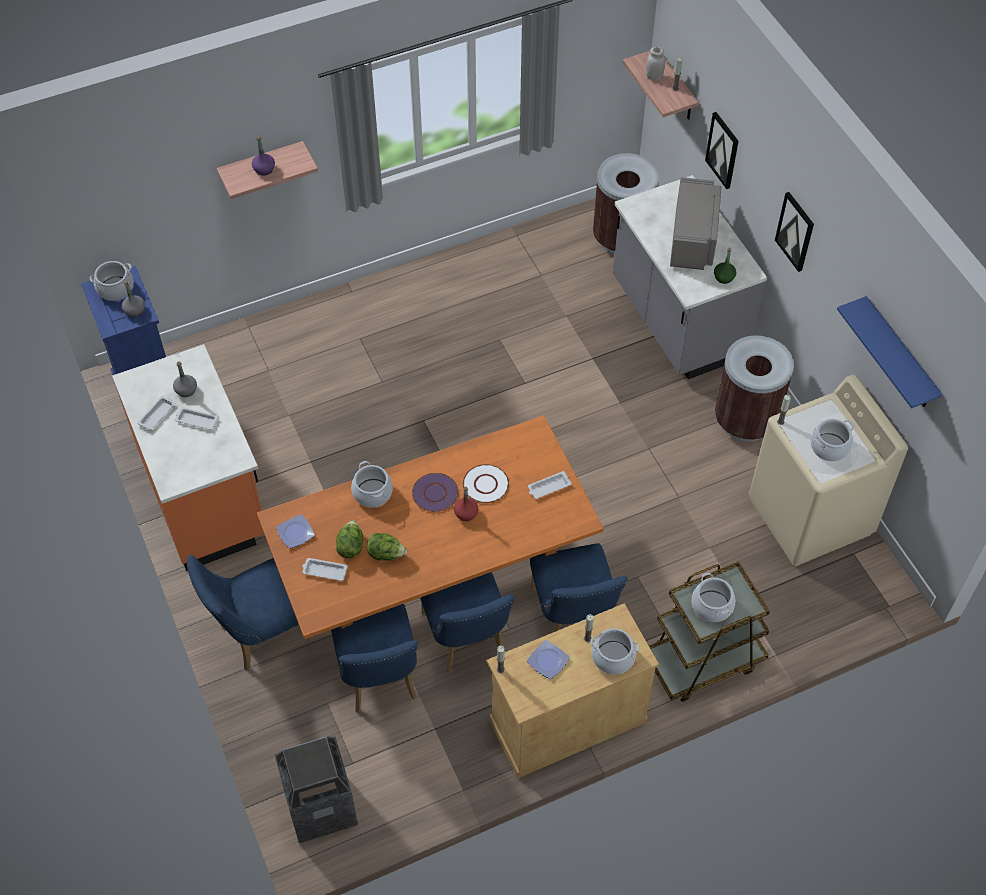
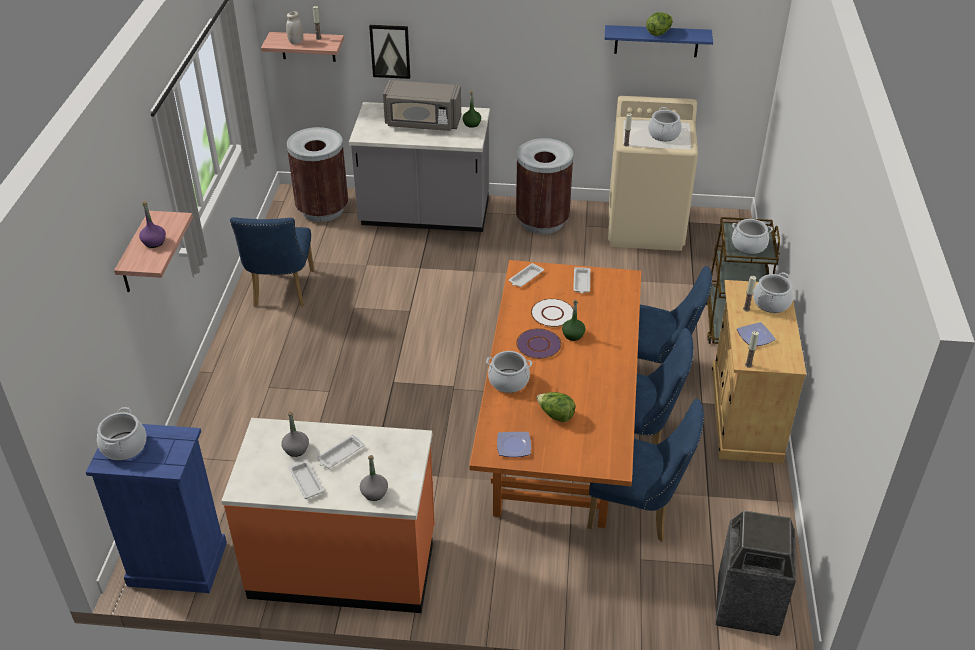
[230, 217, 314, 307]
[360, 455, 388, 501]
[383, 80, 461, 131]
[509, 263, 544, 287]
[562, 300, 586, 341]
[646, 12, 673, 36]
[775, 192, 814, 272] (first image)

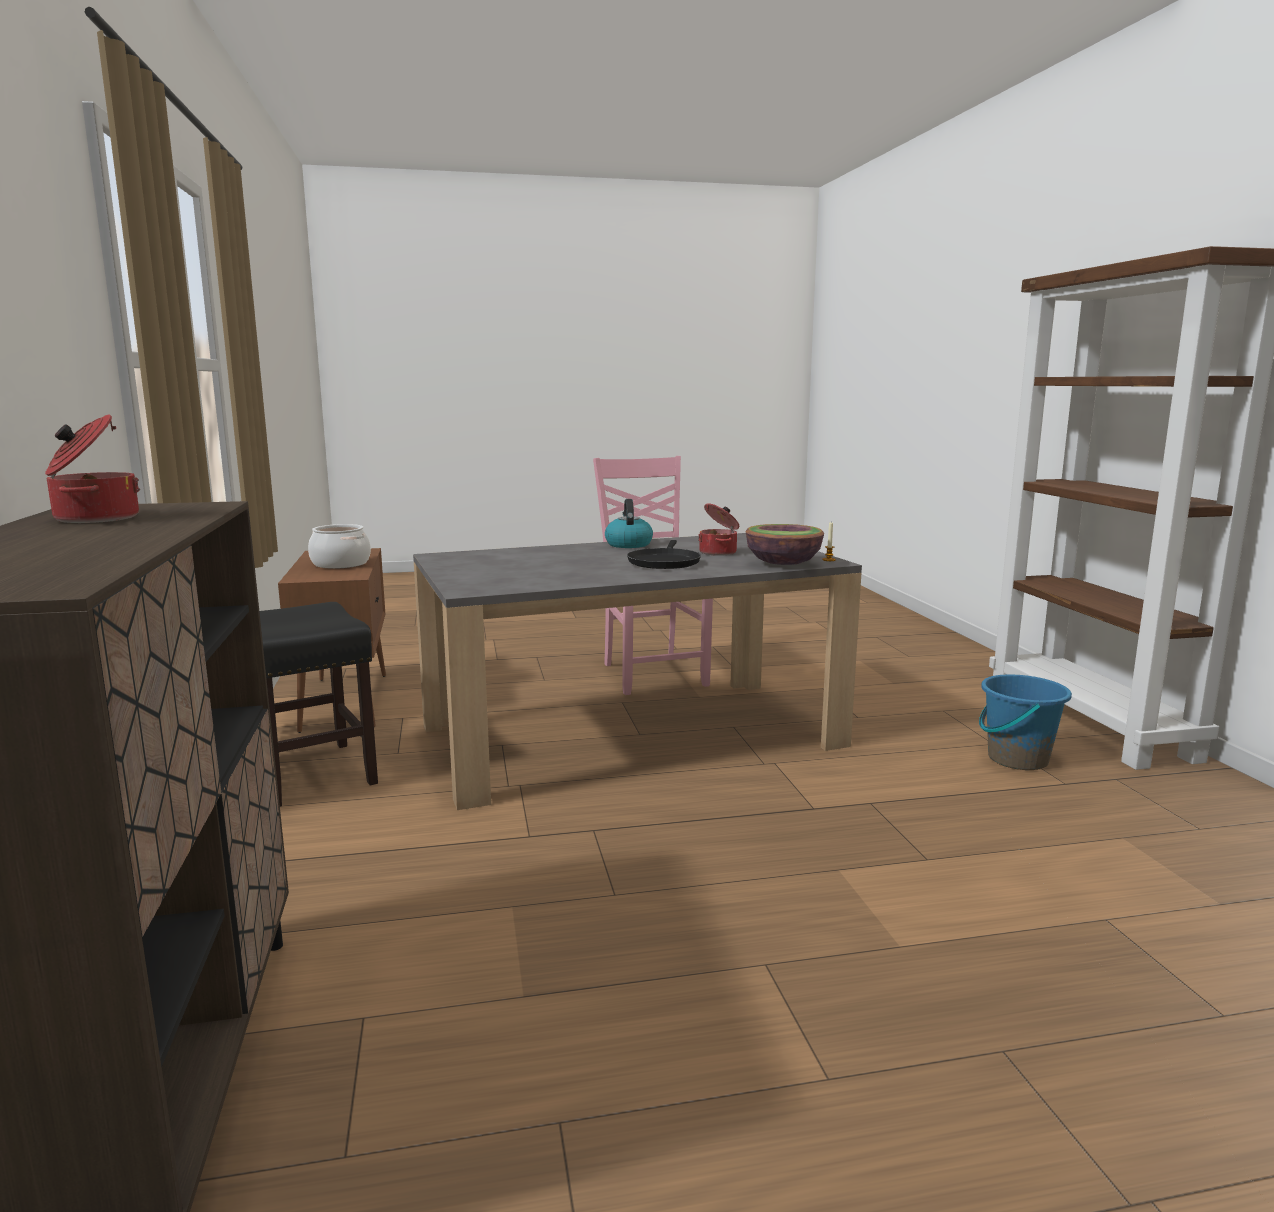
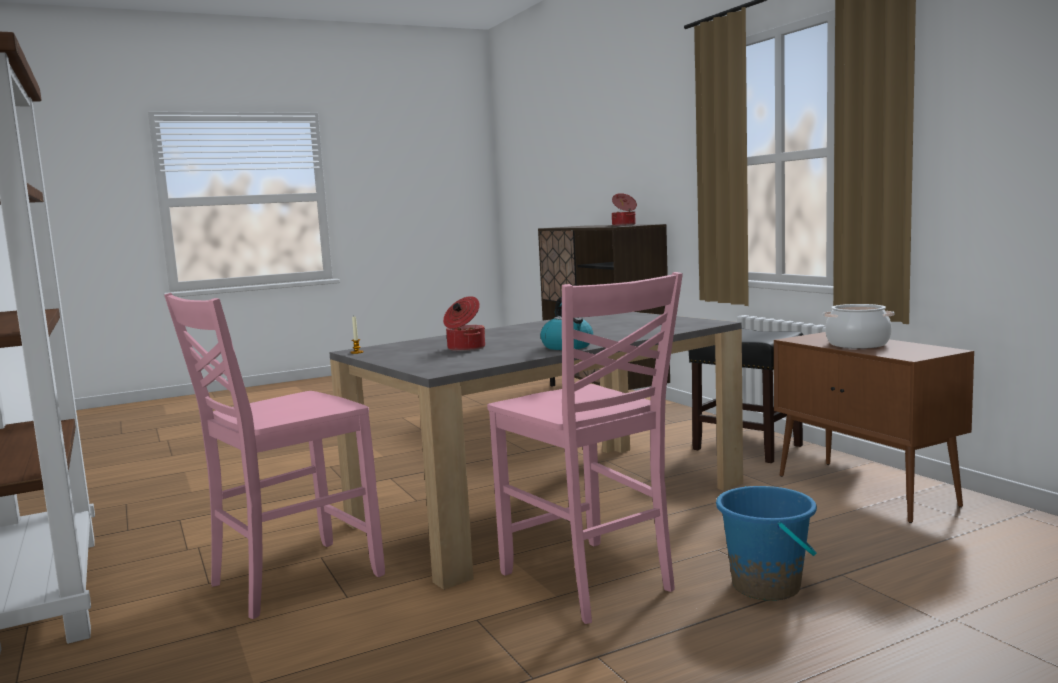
[164, 293, 385, 619]
[716, 486, 817, 601]
[627, 540, 701, 569] (first image)
[746, 524, 824, 565] (first image)

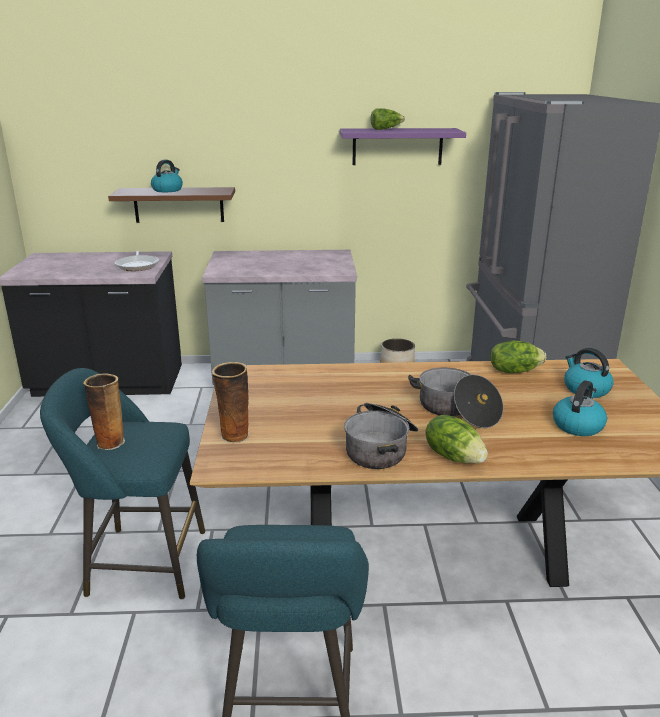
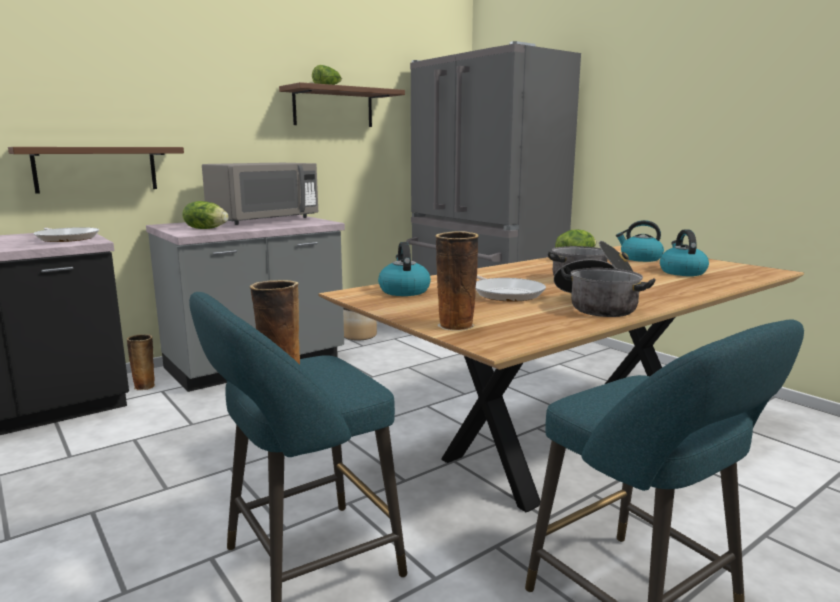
[127, 334, 156, 391]
[182, 201, 229, 229]
[202, 163, 318, 225]
[279, 82, 405, 127]
[378, 242, 431, 296]
[476, 275, 546, 302]

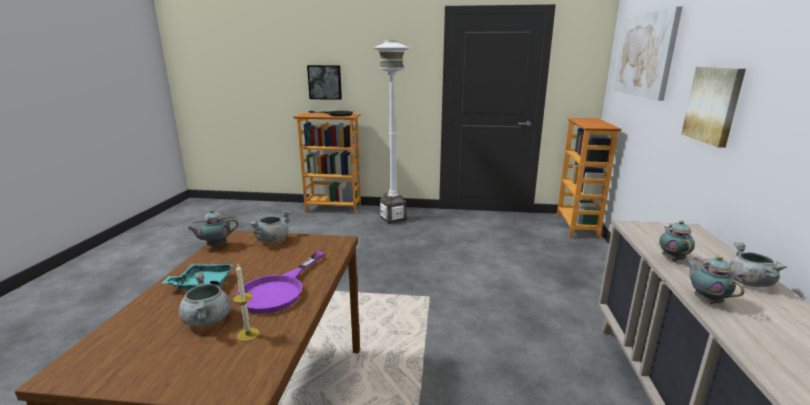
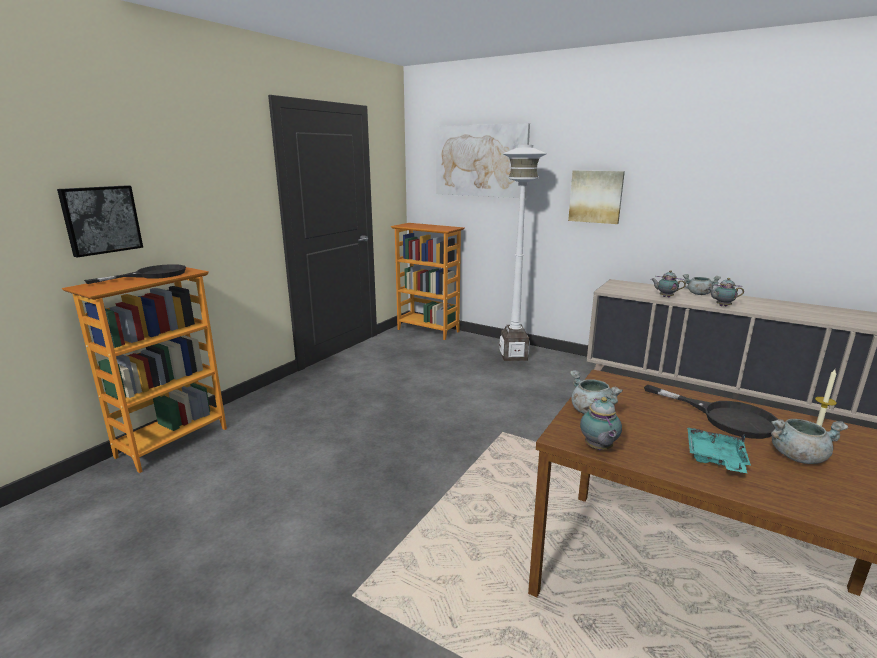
[499, 145, 547, 361]
[644, 385, 778, 439]

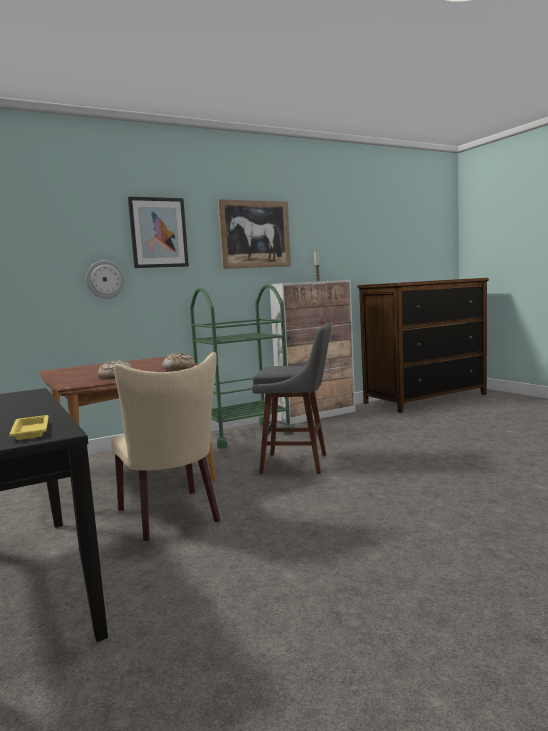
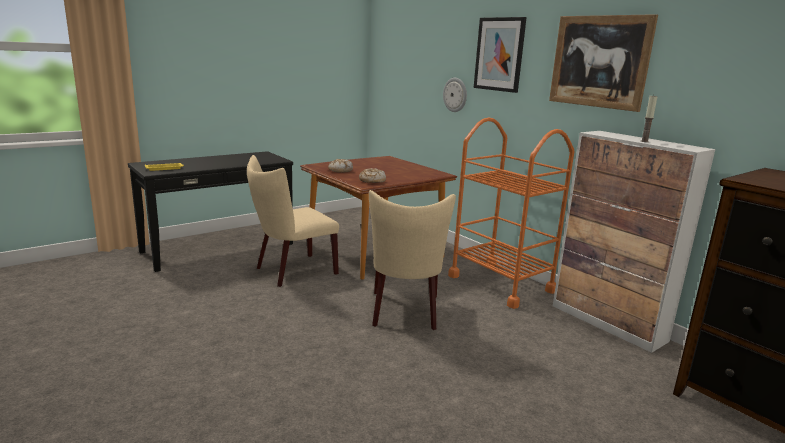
[369, 190, 456, 330]
[448, 117, 574, 309]

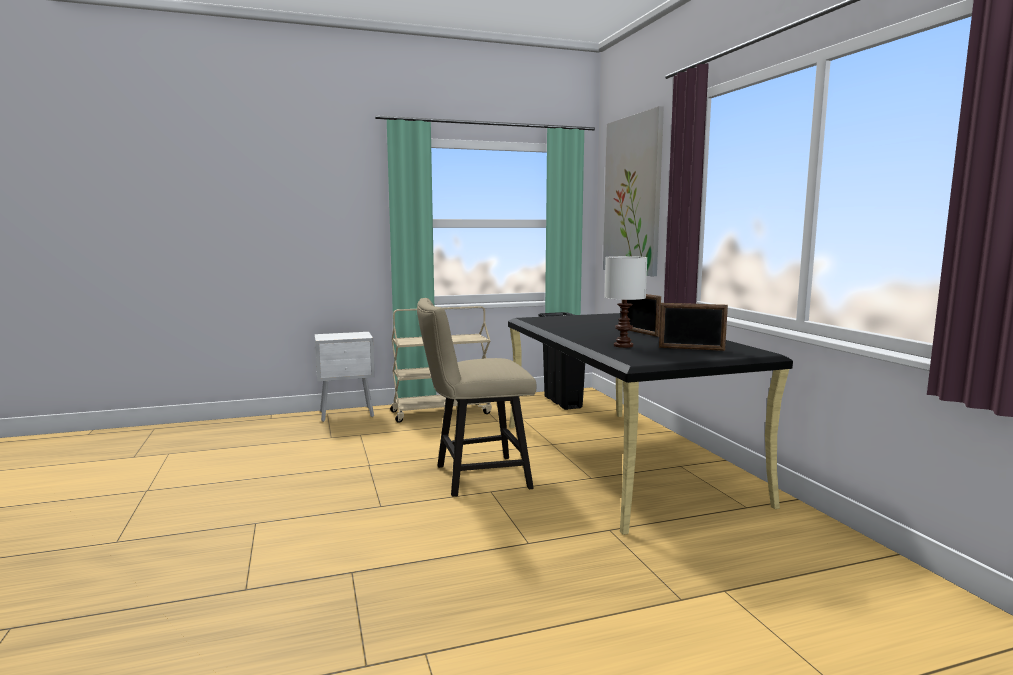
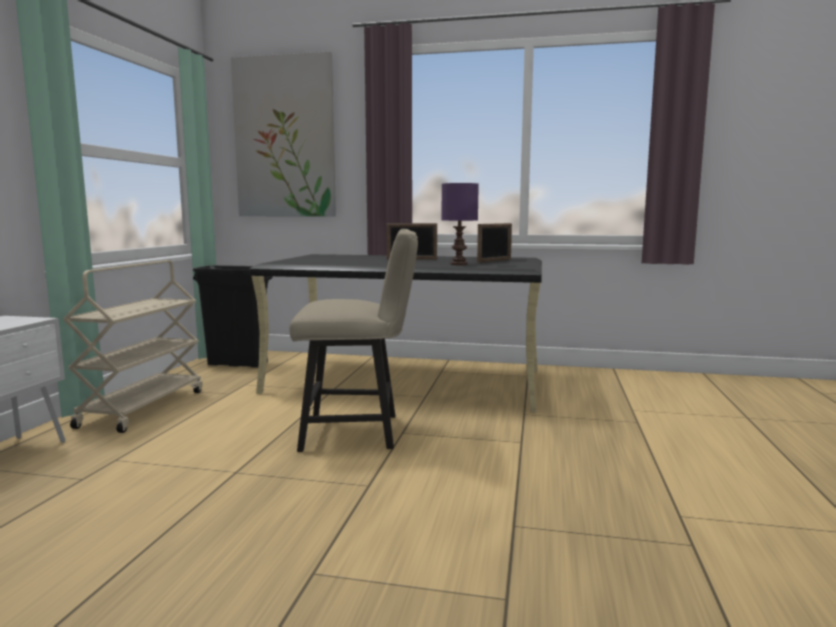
[289, 229, 418, 452]
[442, 183, 479, 265]

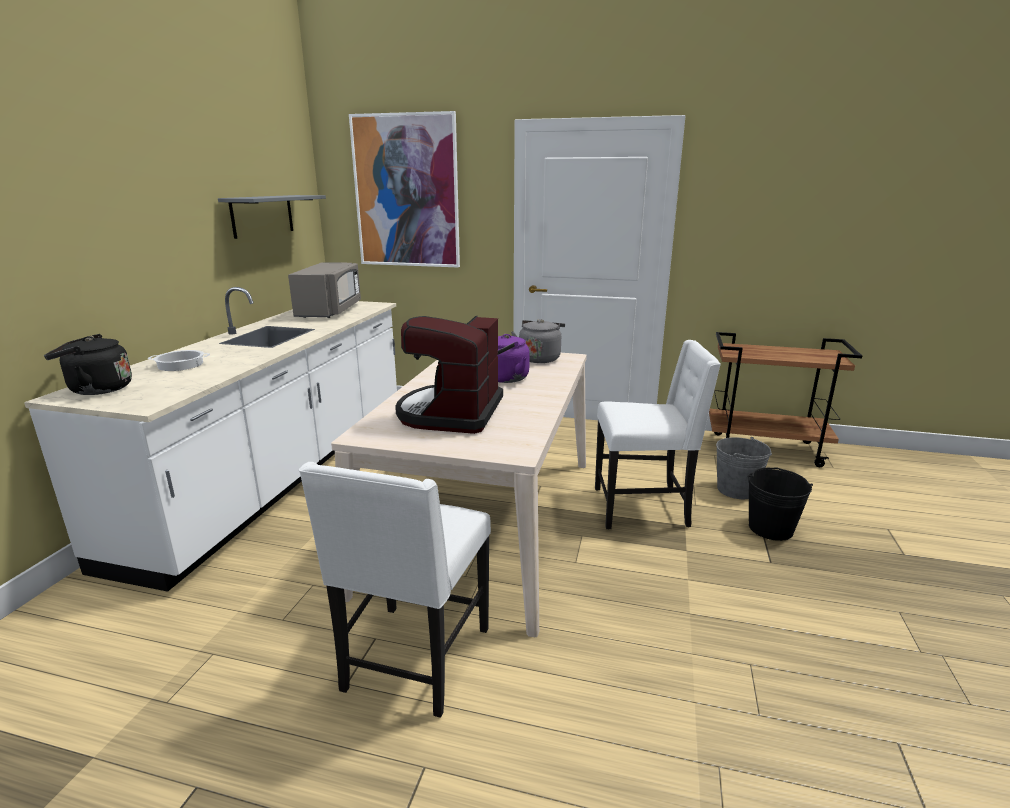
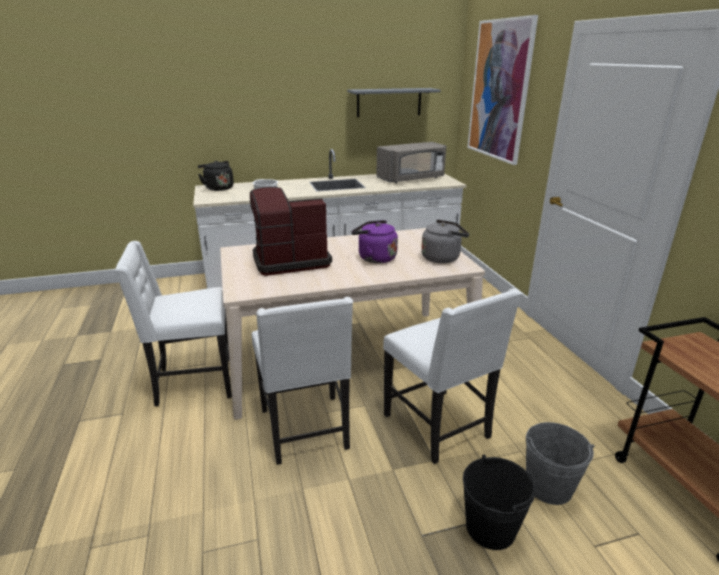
[252, 297, 353, 465]

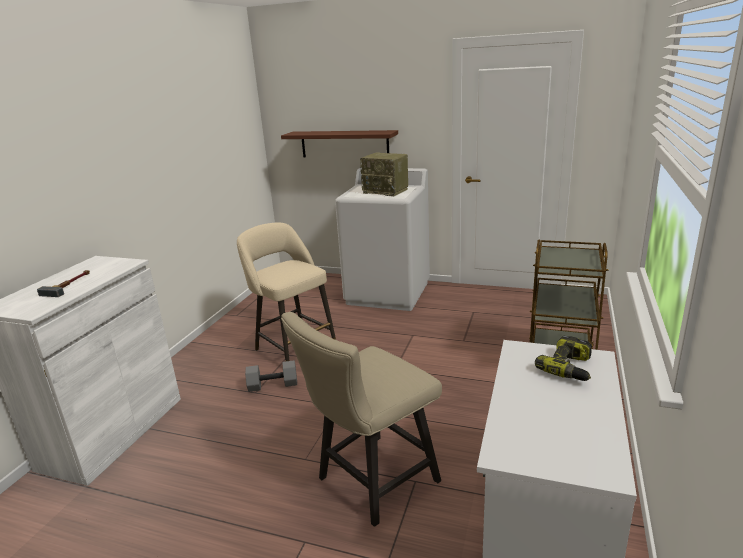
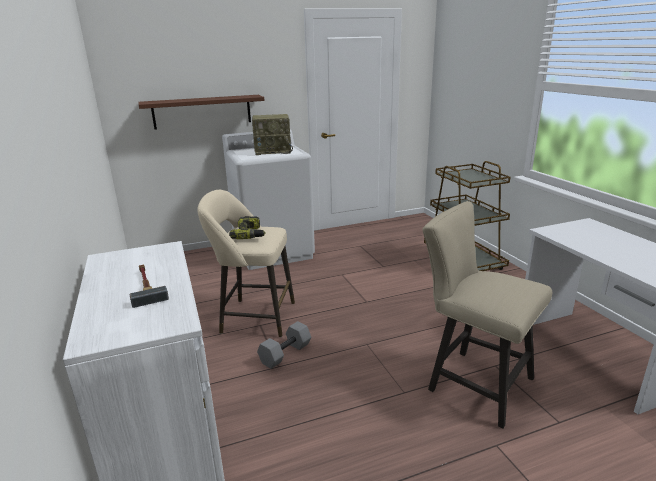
[229, 216, 266, 239]
[423, 201, 552, 429]

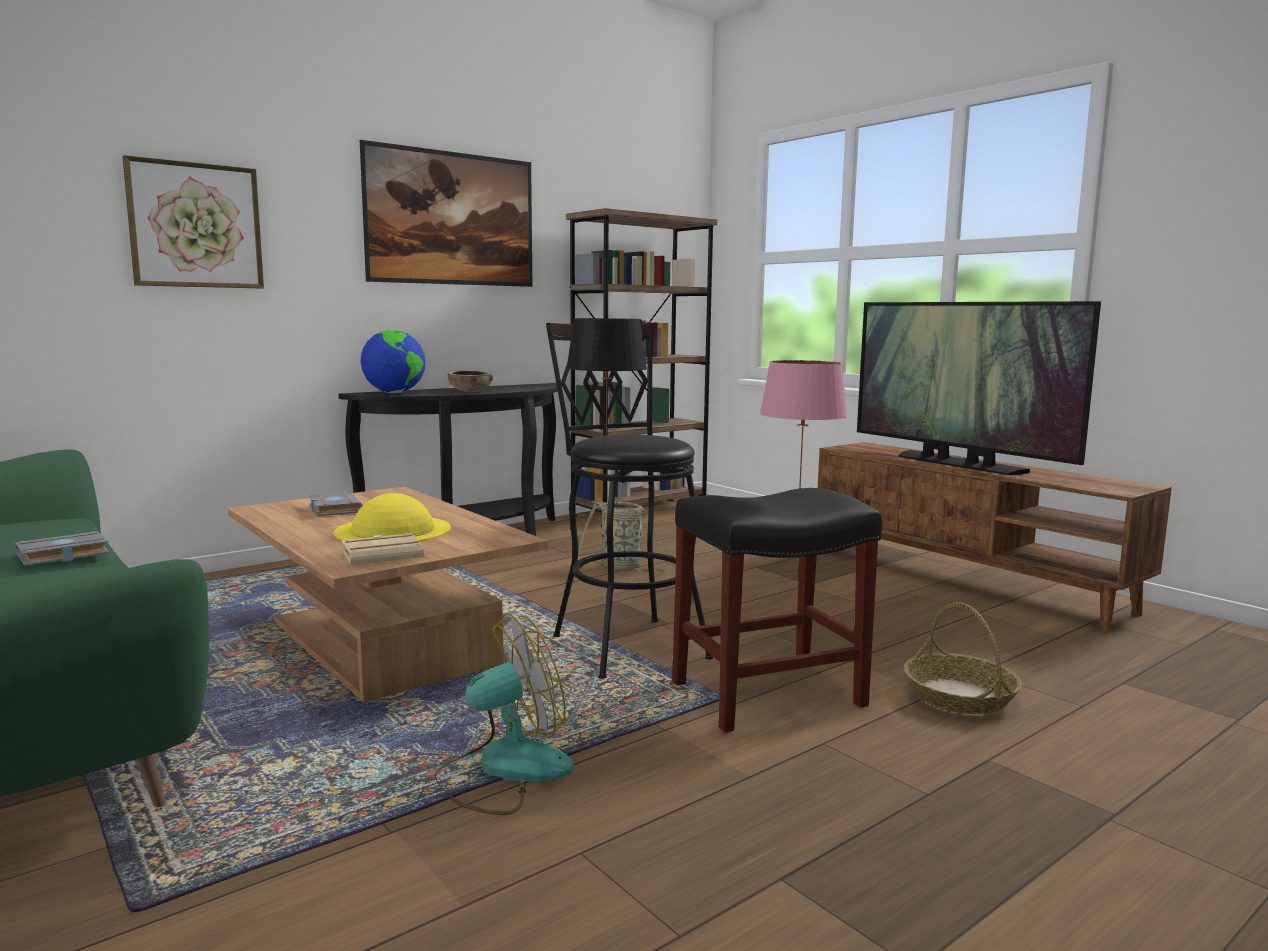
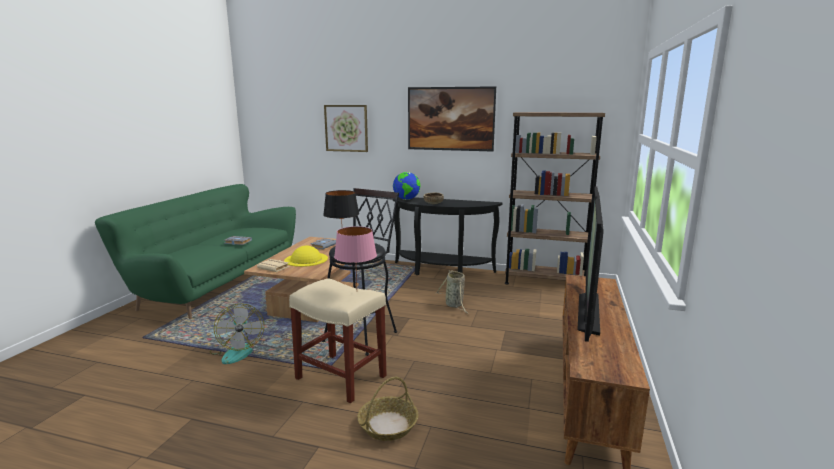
[210, 304, 264, 364]
[289, 278, 387, 403]

